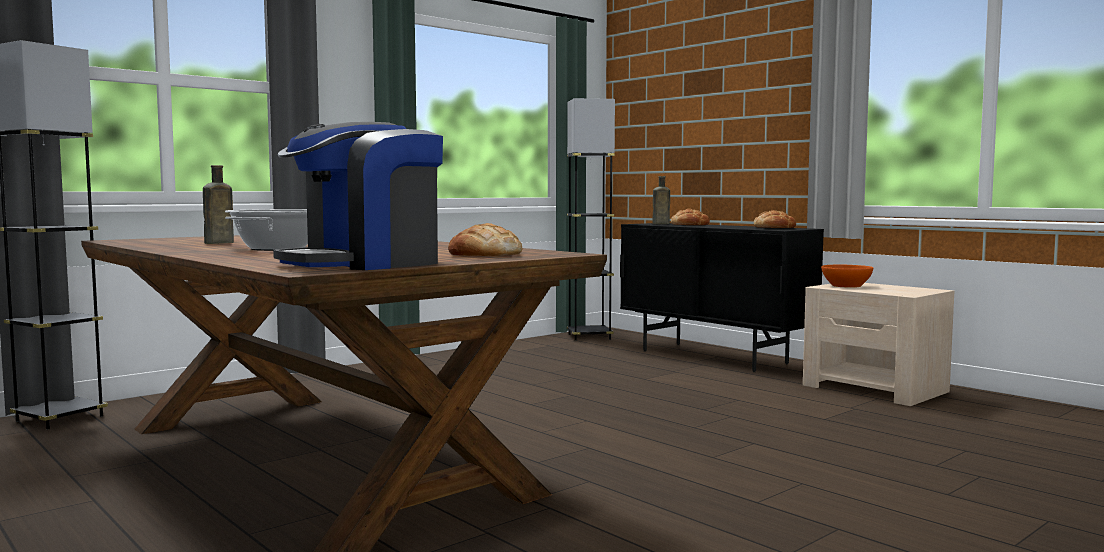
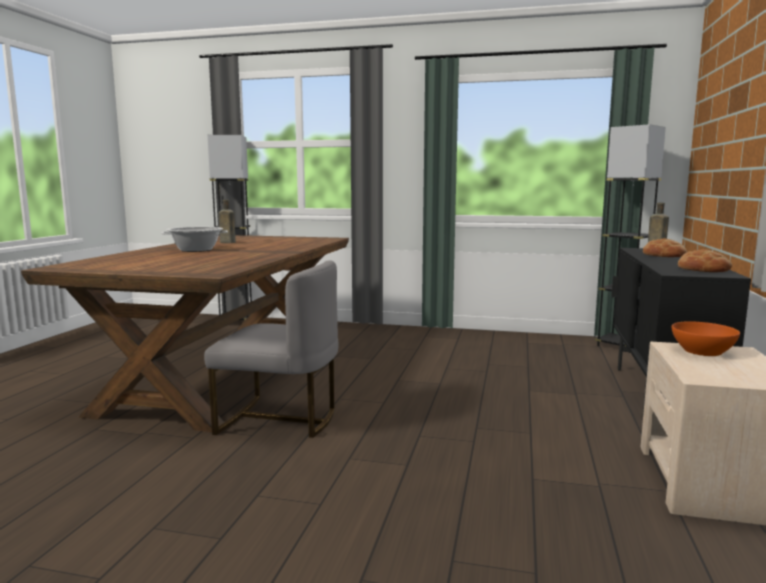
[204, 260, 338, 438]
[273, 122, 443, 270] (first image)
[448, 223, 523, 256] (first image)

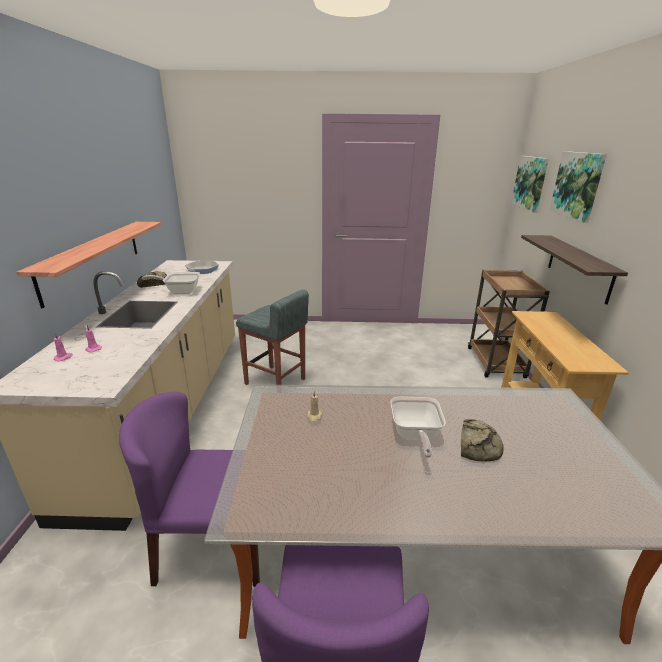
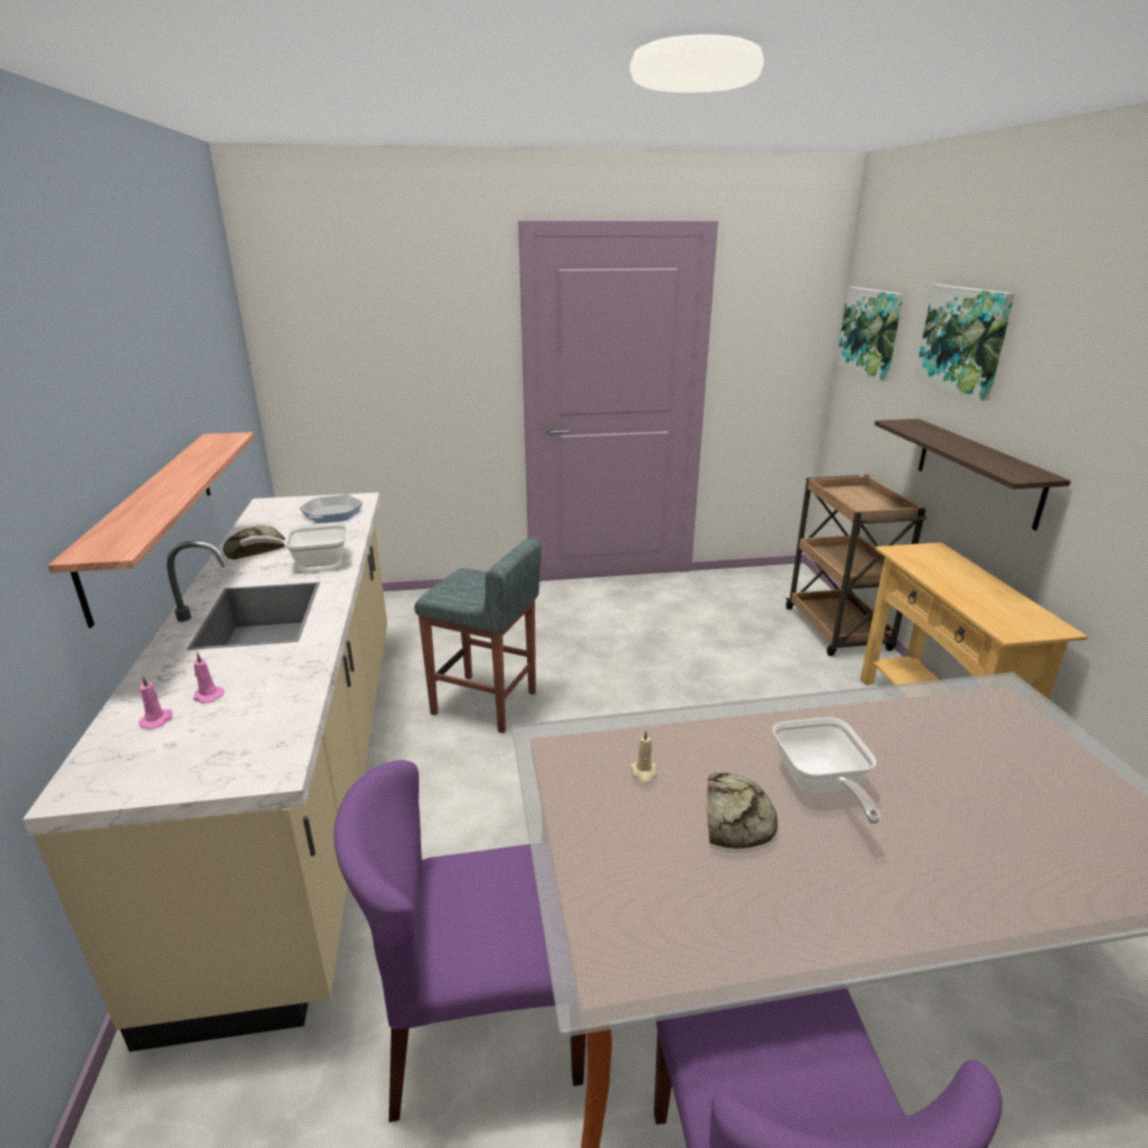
[707, 773, 777, 849]

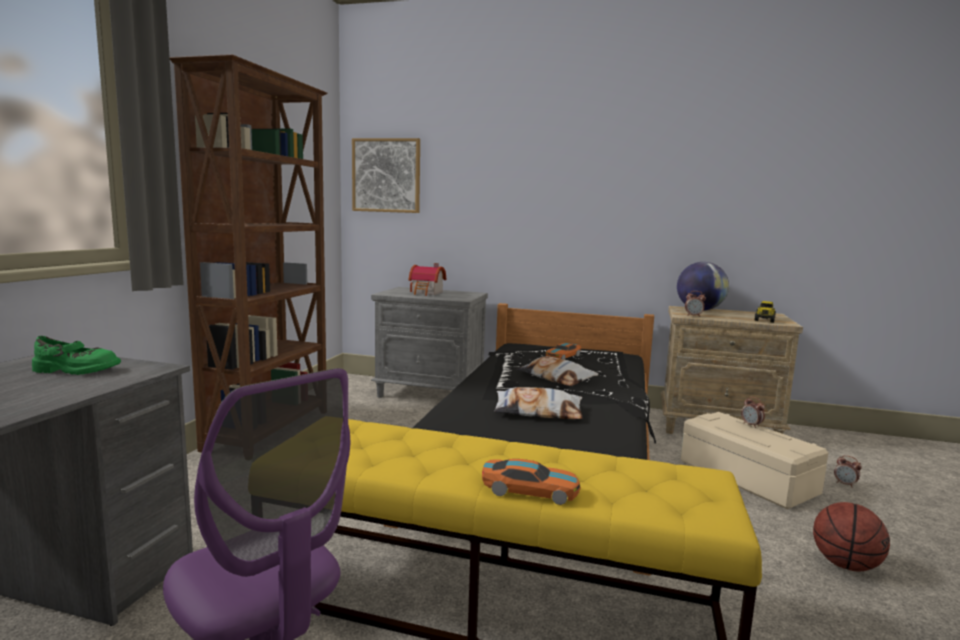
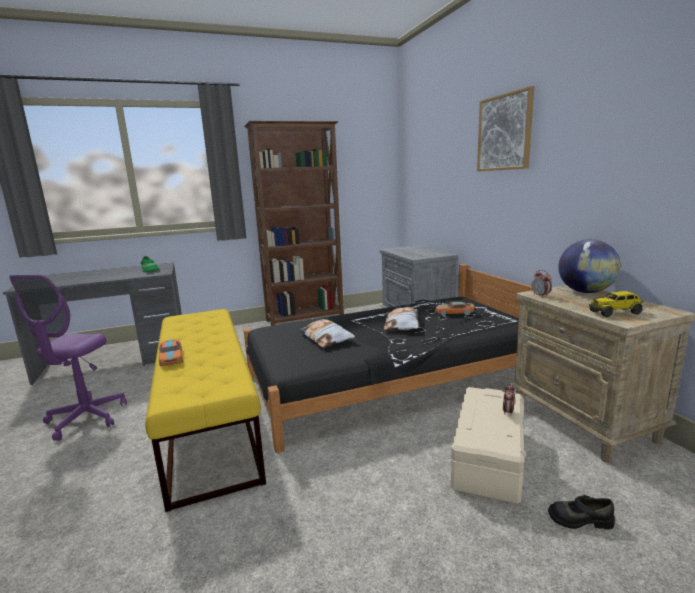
[477, 86, 534, 171]
[548, 495, 615, 529]
[409, 263, 446, 296] (first image)
[813, 502, 890, 571] (first image)

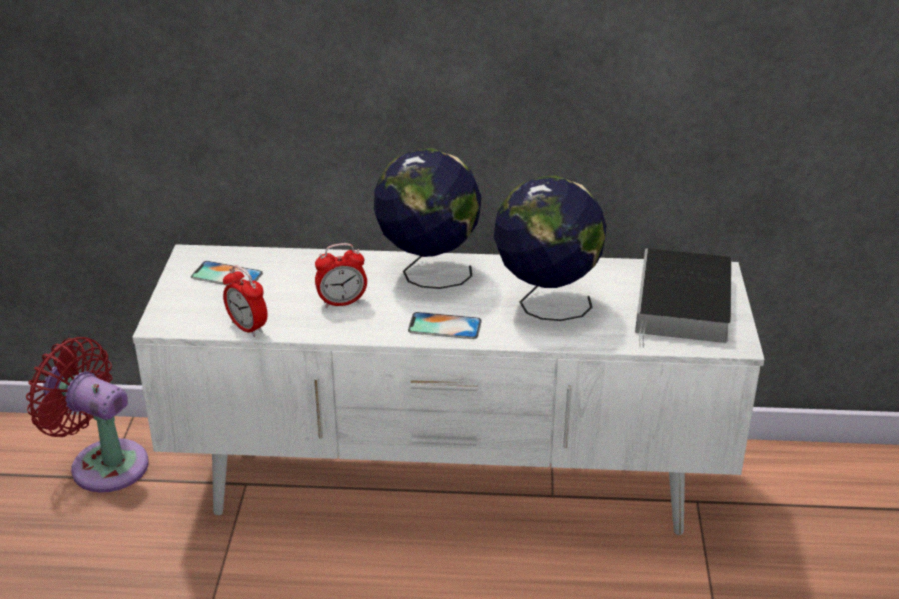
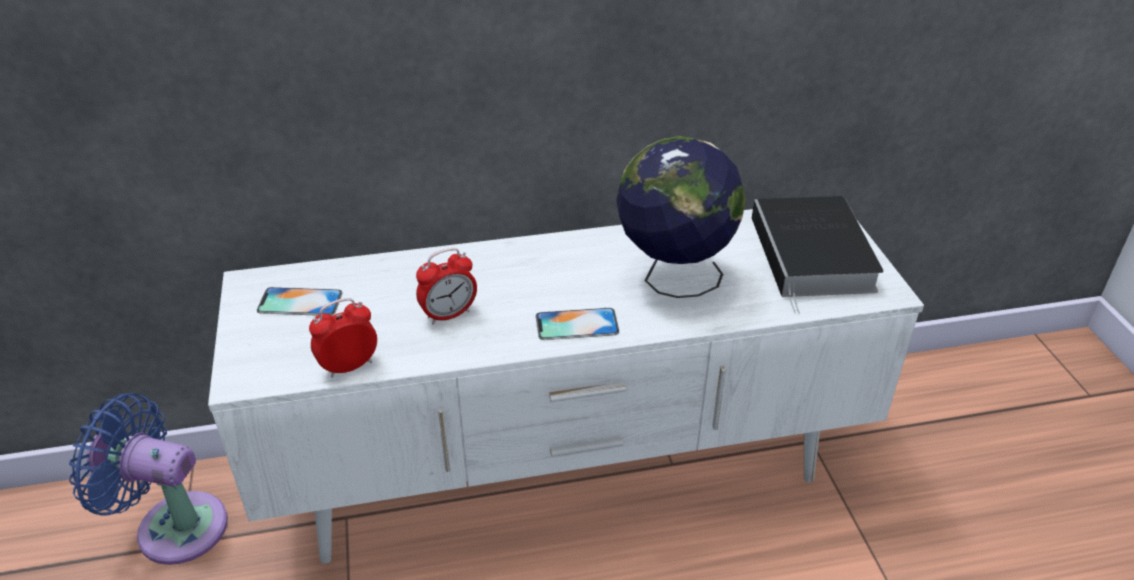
[69, 393, 228, 565]
[309, 298, 377, 378]
[374, 148, 482, 289] (first image)

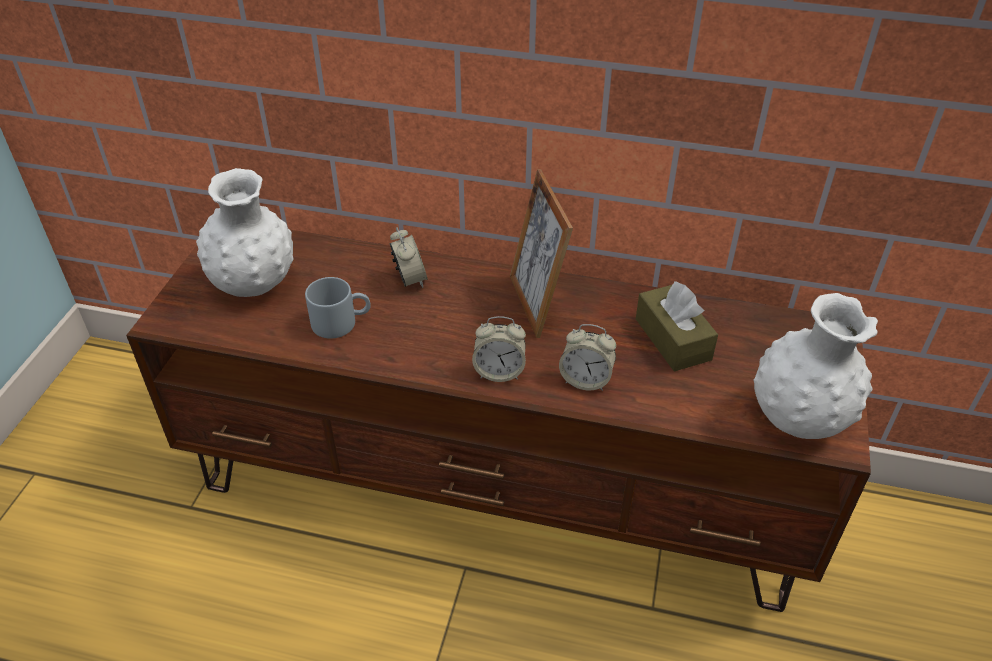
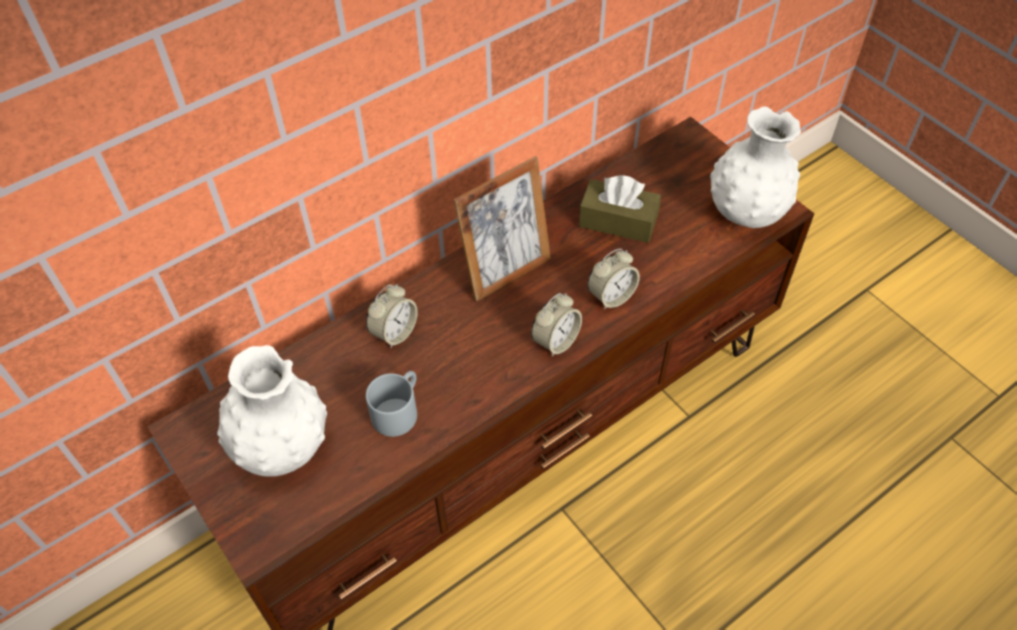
[366, 284, 418, 348]
[454, 156, 551, 302]

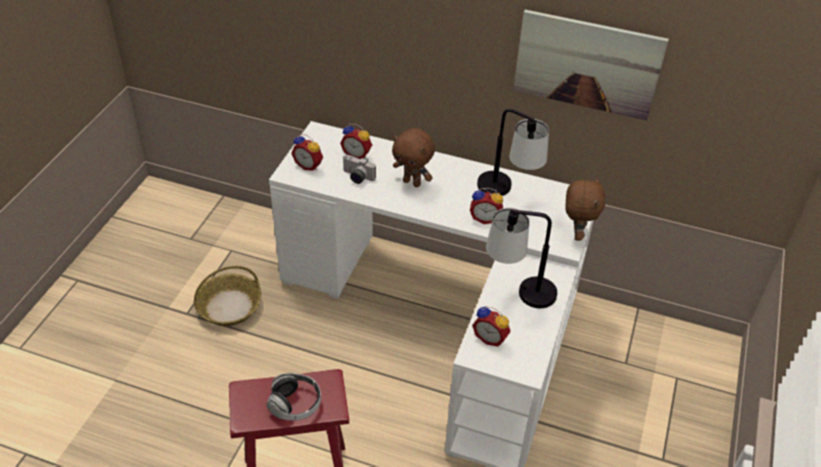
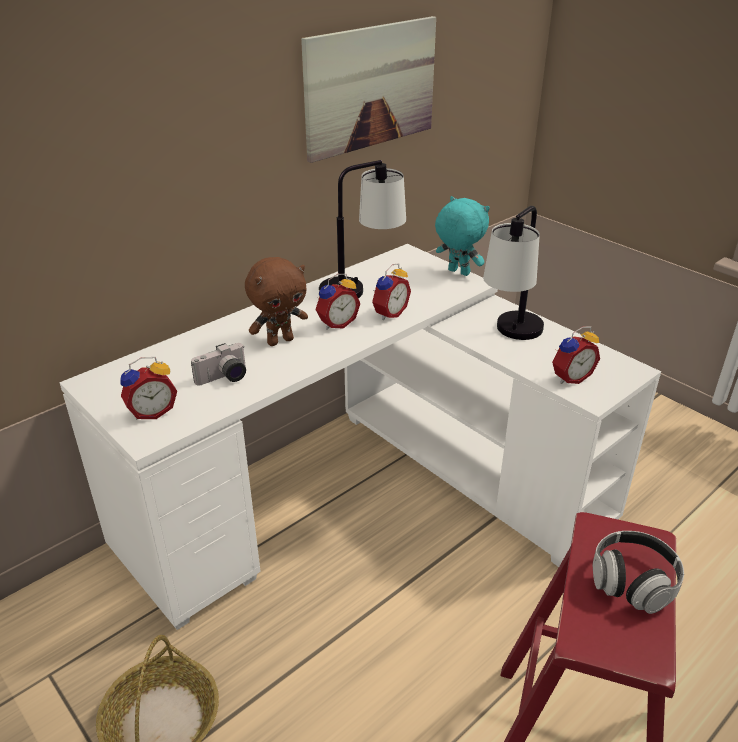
[316, 274, 360, 330]
[435, 196, 490, 276]

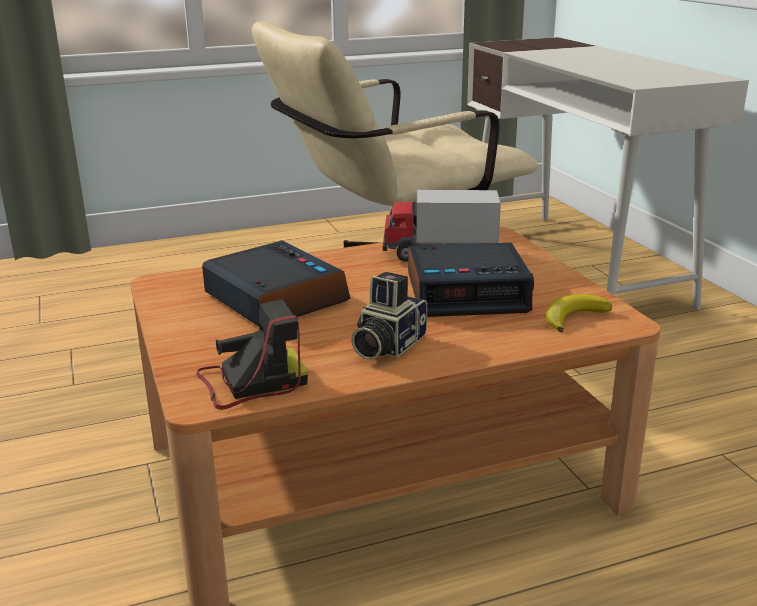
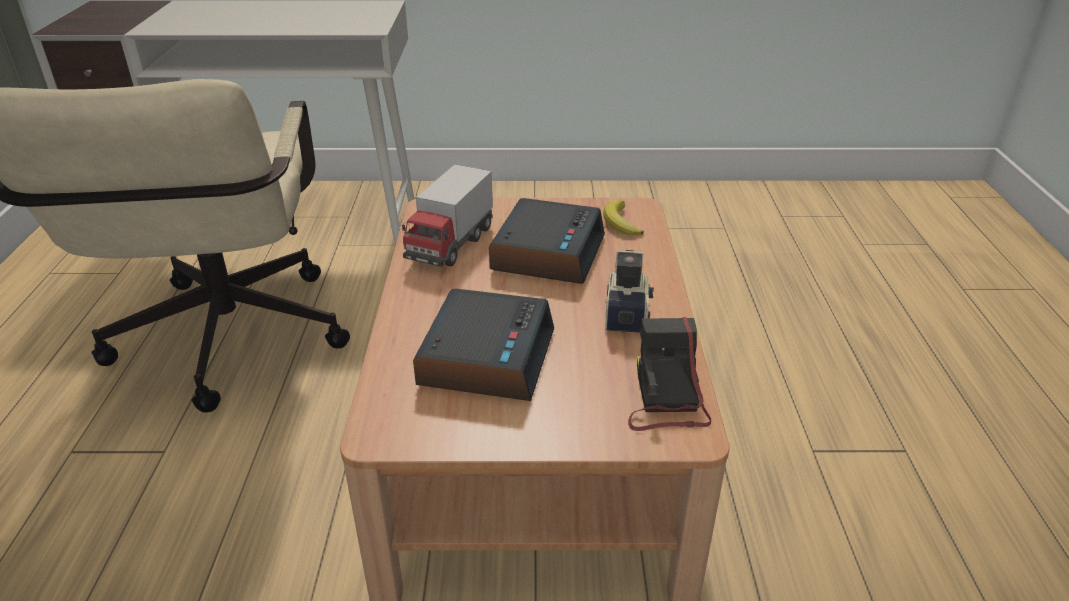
[413, 289, 554, 401]
[605, 250, 654, 333]

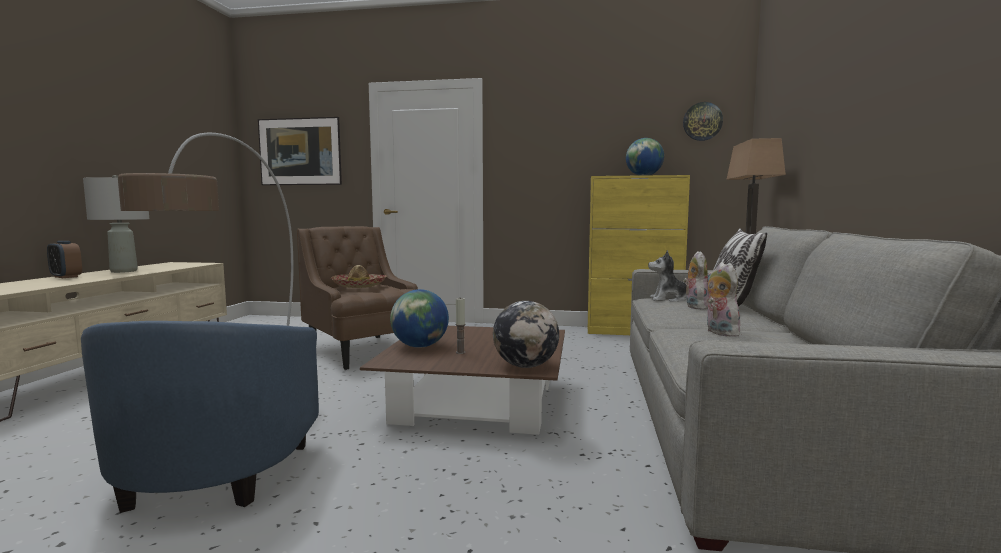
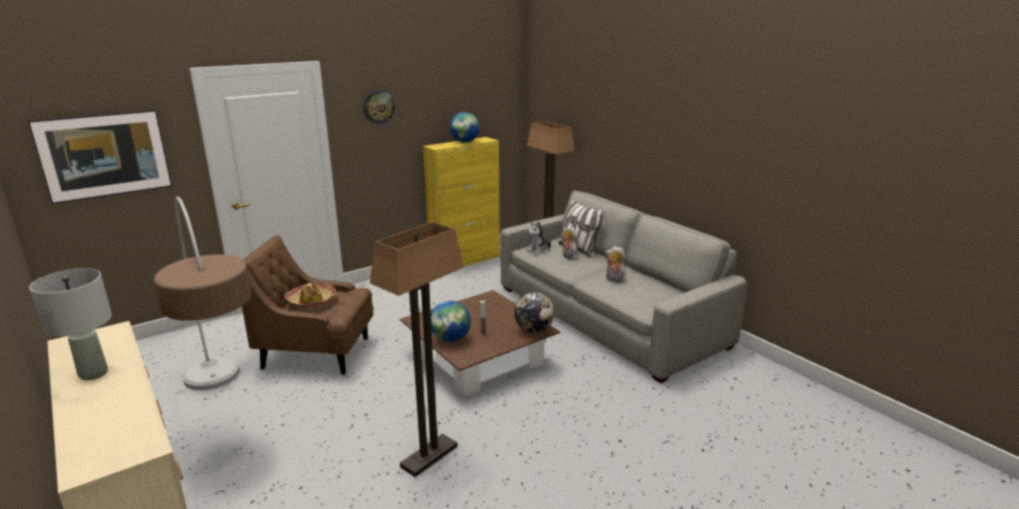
[364, 90, 395, 124]
[370, 222, 464, 477]
[47, 241, 82, 278] (first image)

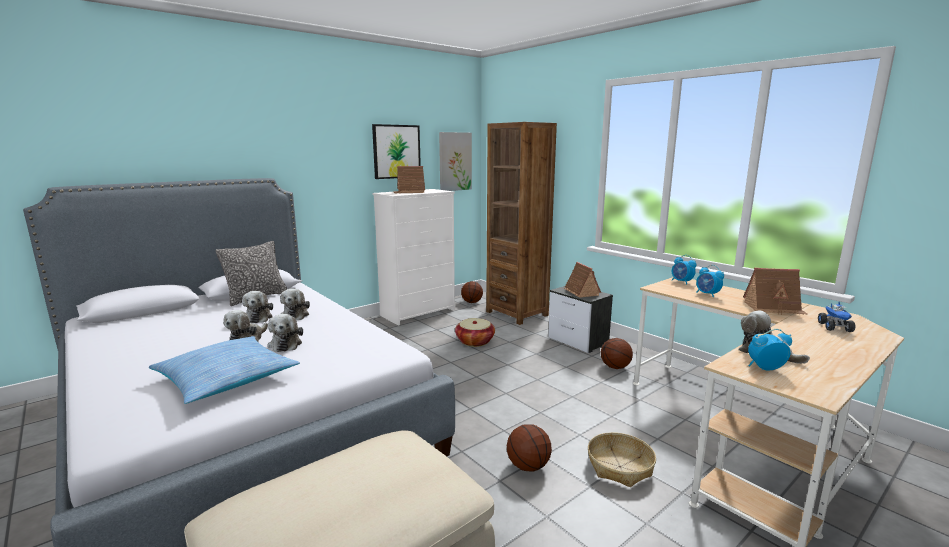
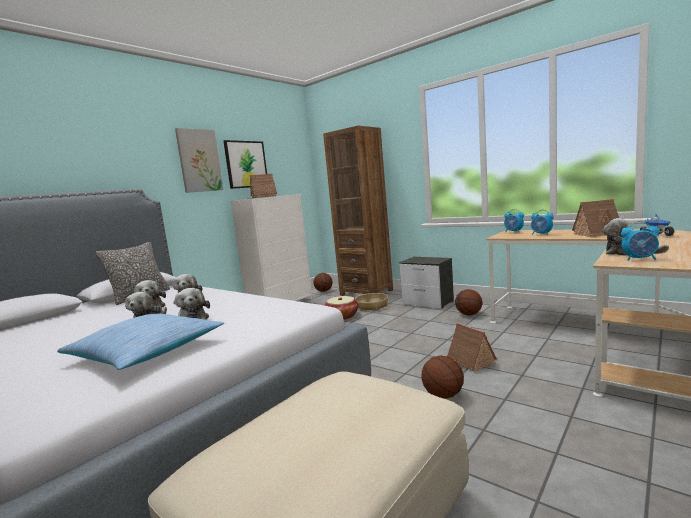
[175, 128, 223, 193]
[355, 293, 388, 311]
[447, 323, 497, 371]
[621, 221, 659, 261]

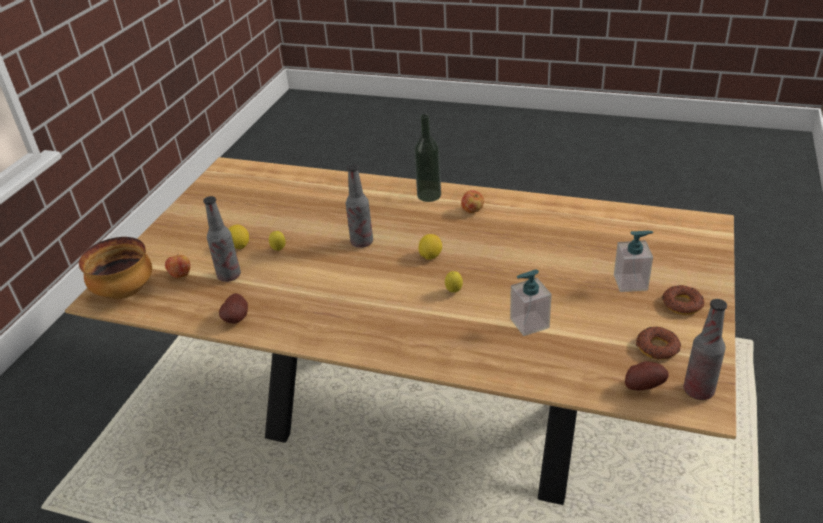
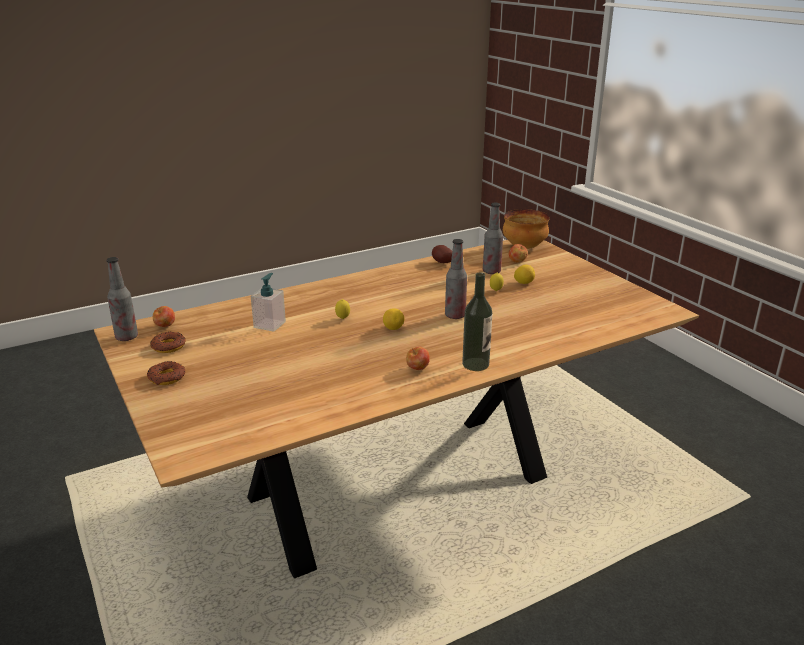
[153, 306, 175, 327]
[614, 231, 653, 292] (first image)

